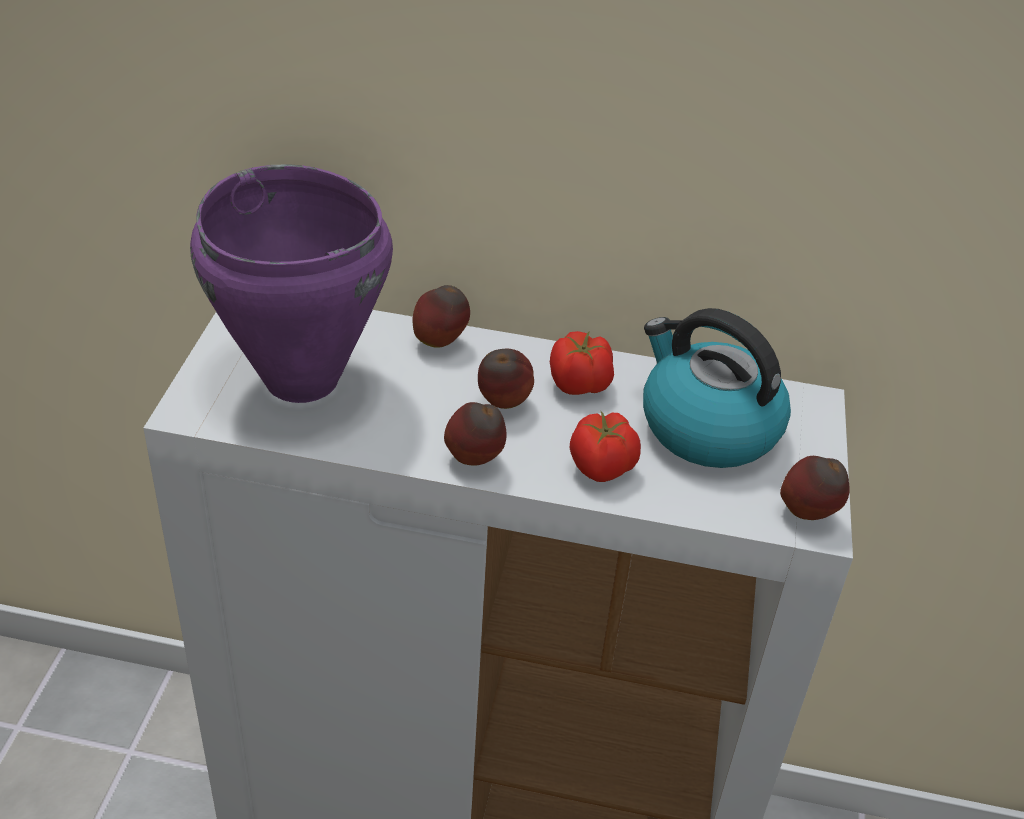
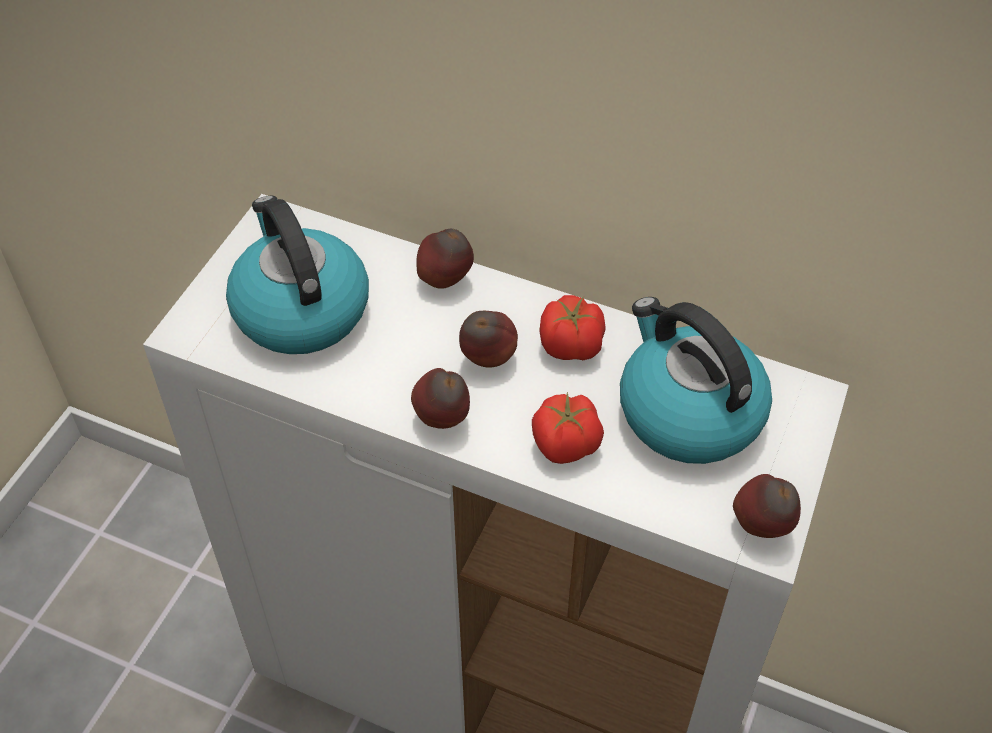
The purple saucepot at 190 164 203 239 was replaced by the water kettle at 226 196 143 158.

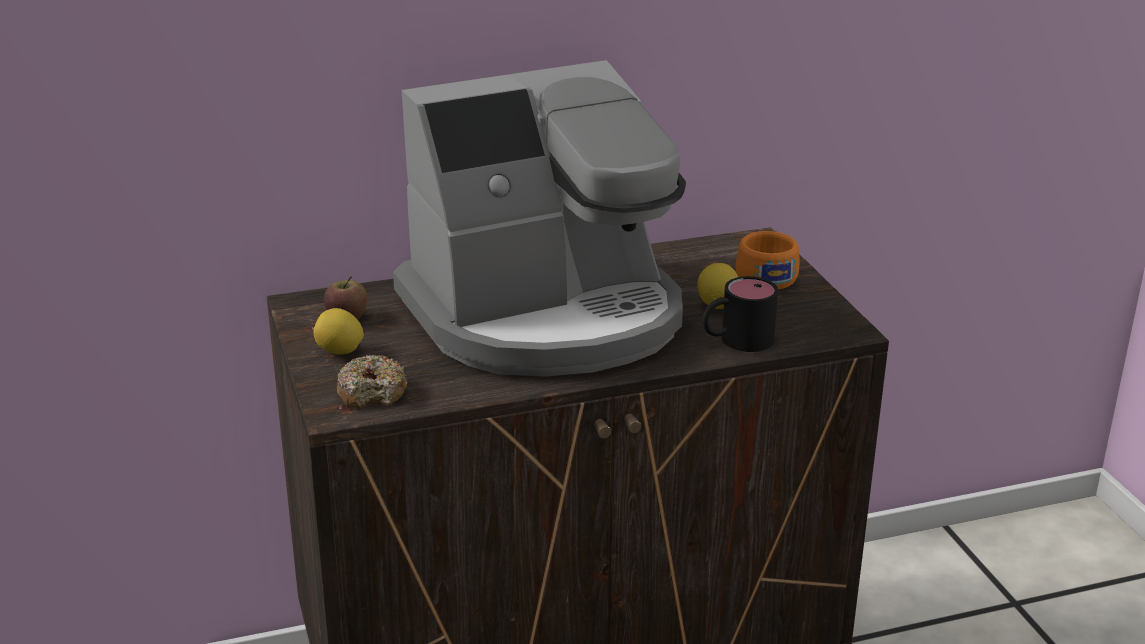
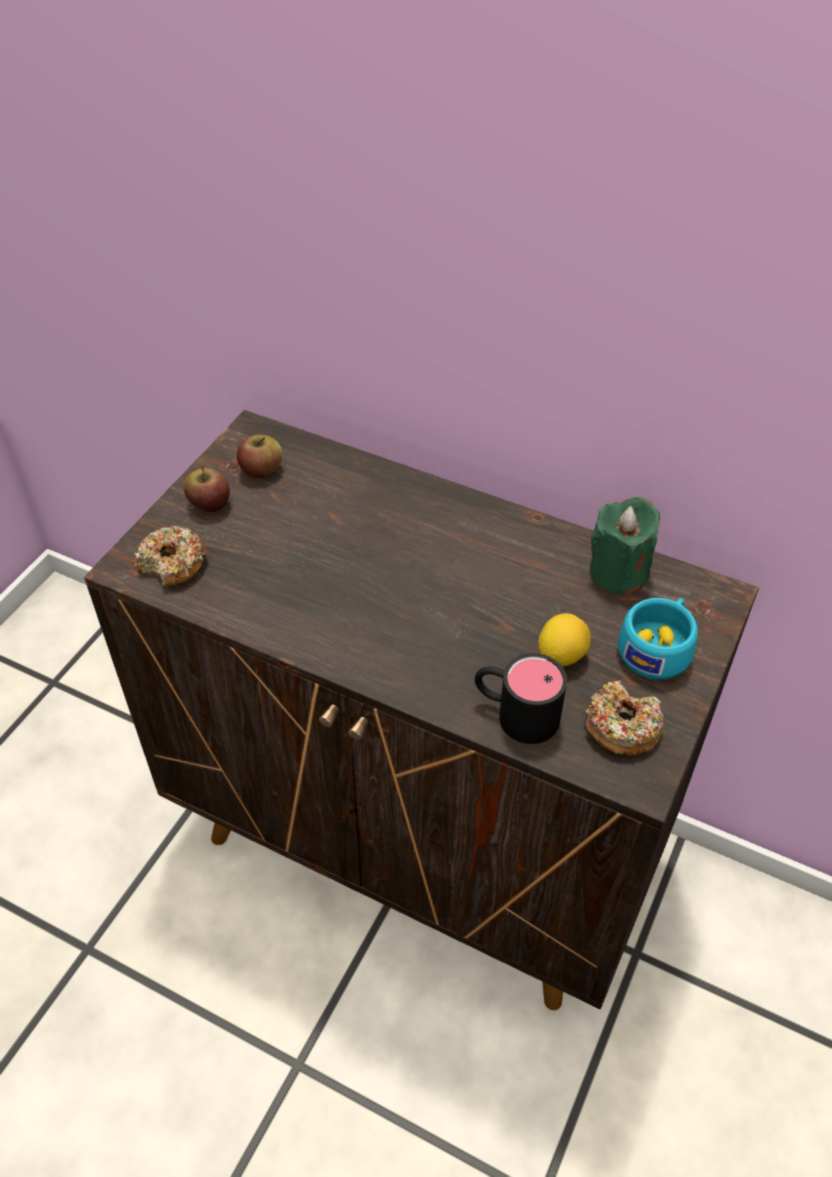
The coffee brewer at 393 60 293 317 disappeared. The orange-coloured drinking cup at 735 231 64 58 became the turquoise drinking cup at 618 598 80 82. The lemon at 314 308 50 47 was replaced by the apple fruit at 184 466 46 46. The green candle at 590 497 70 99 appeared. The doughnut at 586 680 78 75 appeared.

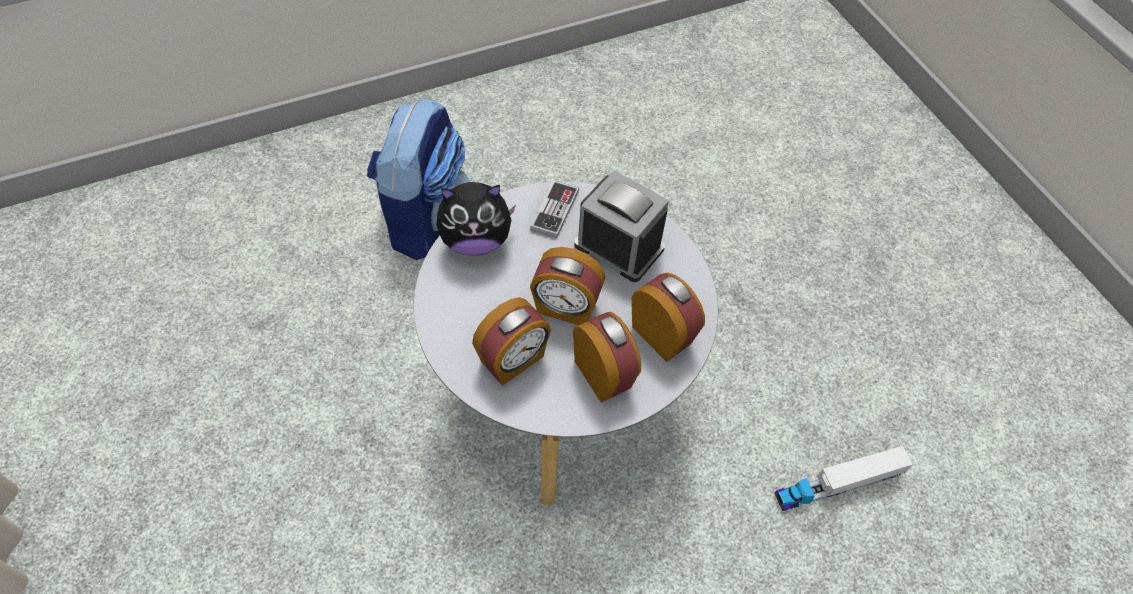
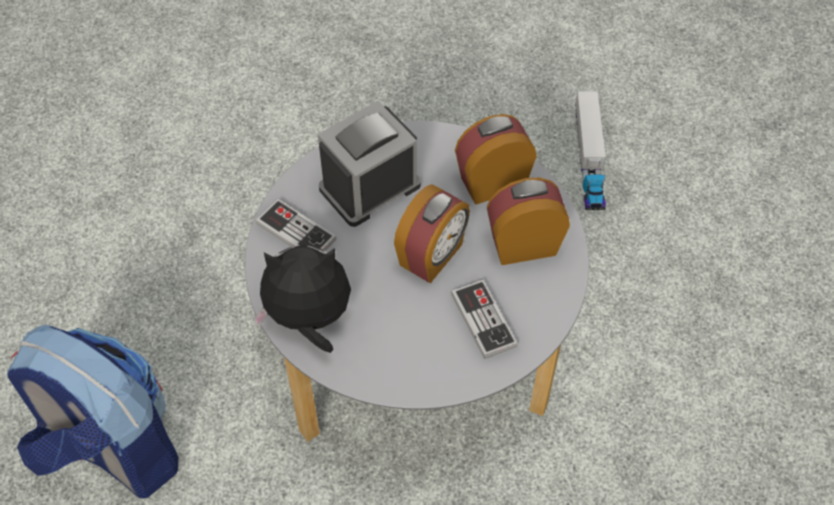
The plush toy at 436 182 80 74 turned 105 degrees counterclockwise. The alarm clock at 472 297 79 89 was replaced by the joypad at 451 279 67 80.

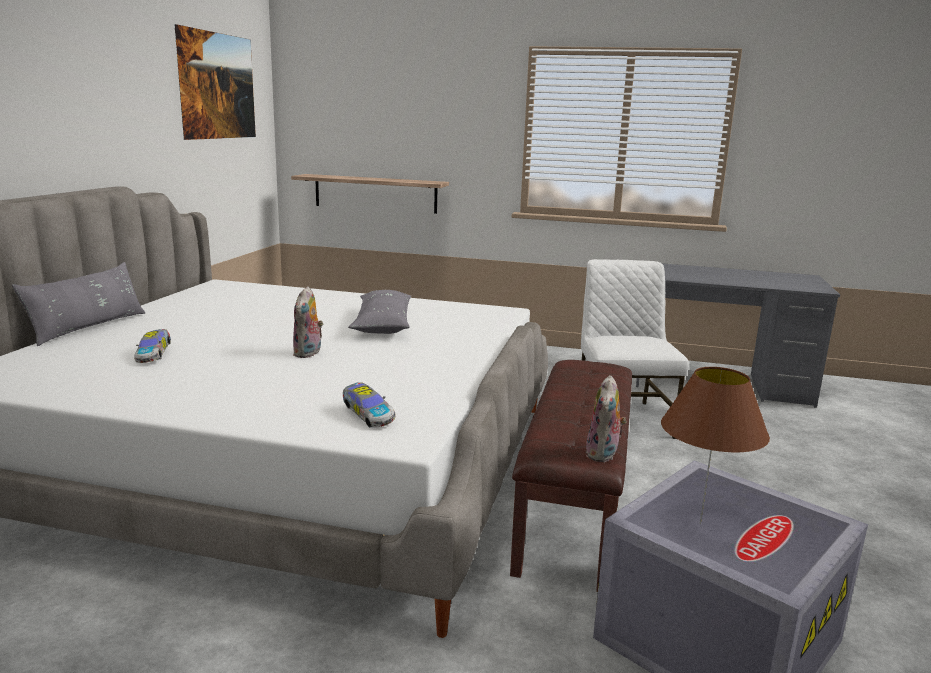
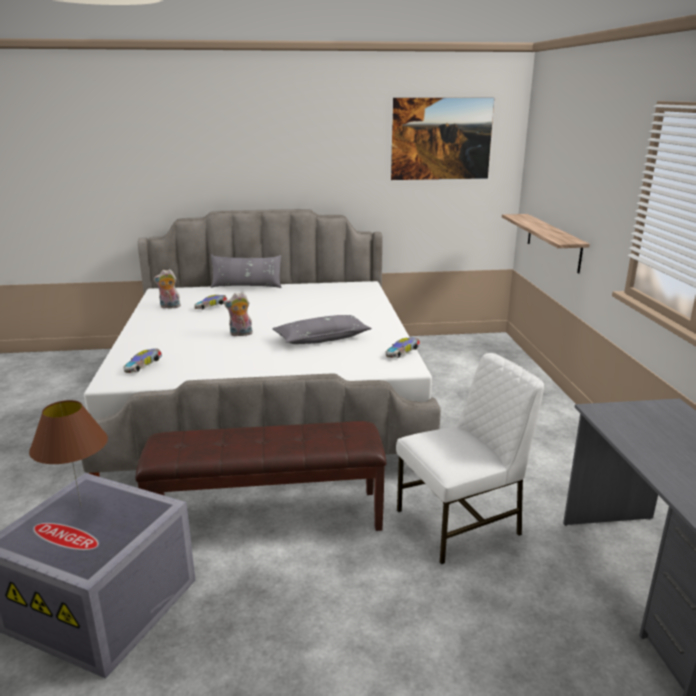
The plush toy moved from 586 375 41 87 to 154 269 27 39. The toy car at 385 337 35 21 appeared.

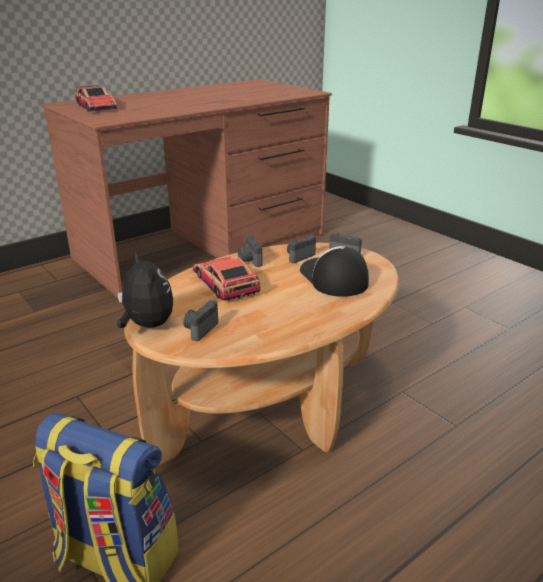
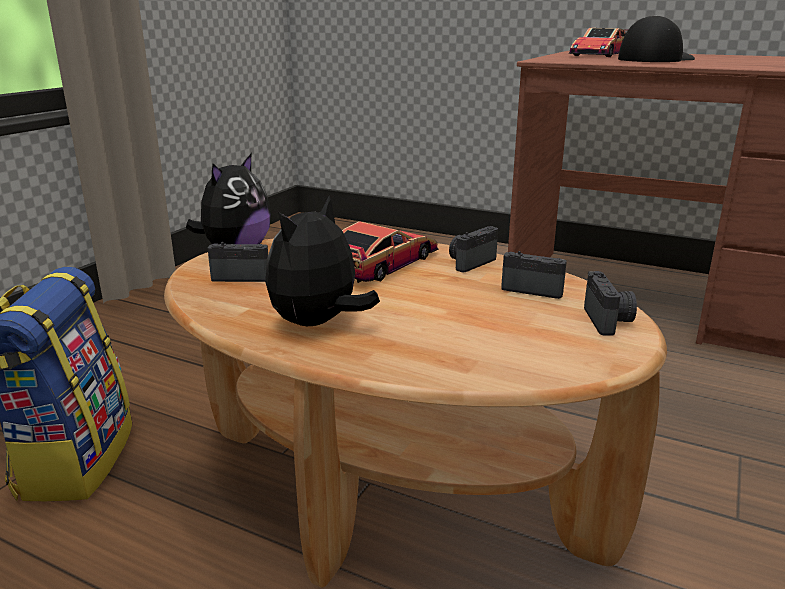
The cap moved from 300 246 69 51 to 618 15 77 47. The plush toy at 265 195 115 131 appeared.

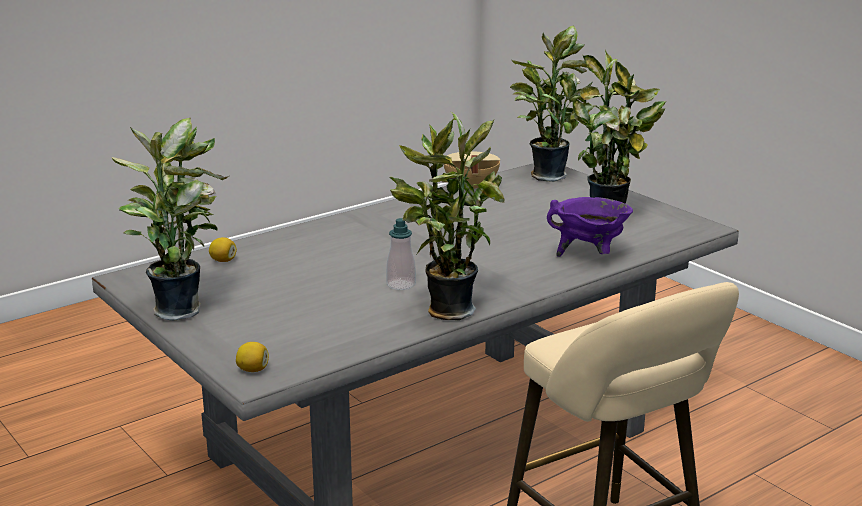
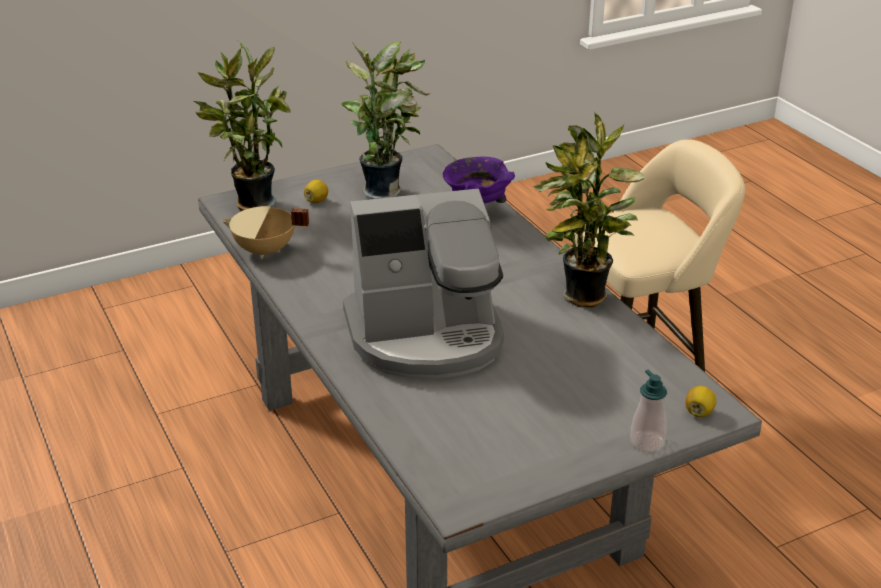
The plant in a pot at 111 118 118 203 disappeared. The soap dispenser moved from 386 218 30 72 to 630 370 37 82. The lemon moved from 209 237 28 25 to 304 180 24 23. The coffee brewer at 343 189 161 190 appeared.

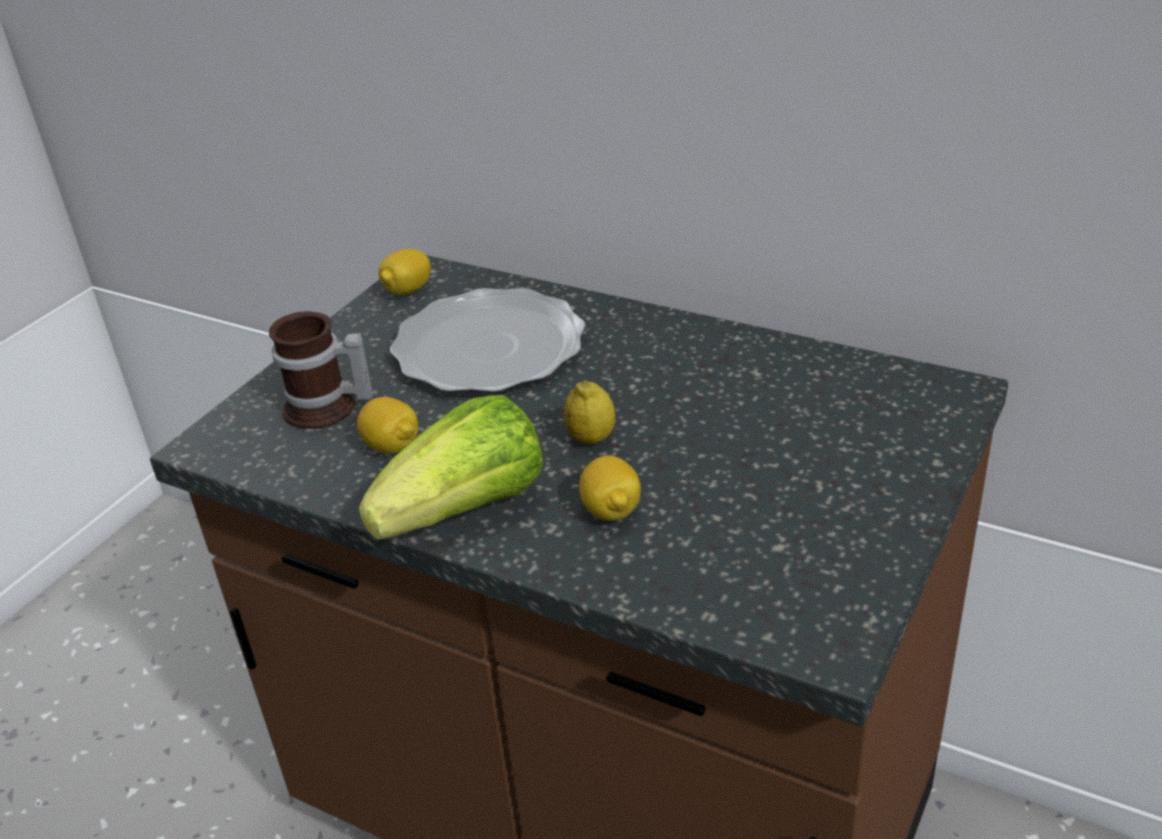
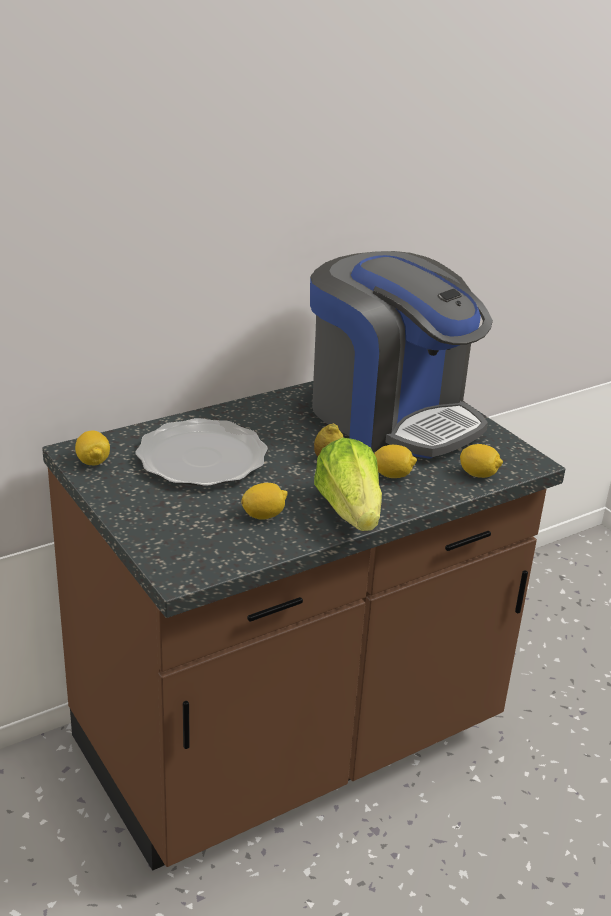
The mug at 269 311 104 118 disappeared. The coffee brewer at 310 251 183 208 appeared. The lemon at 460 444 43 34 appeared.

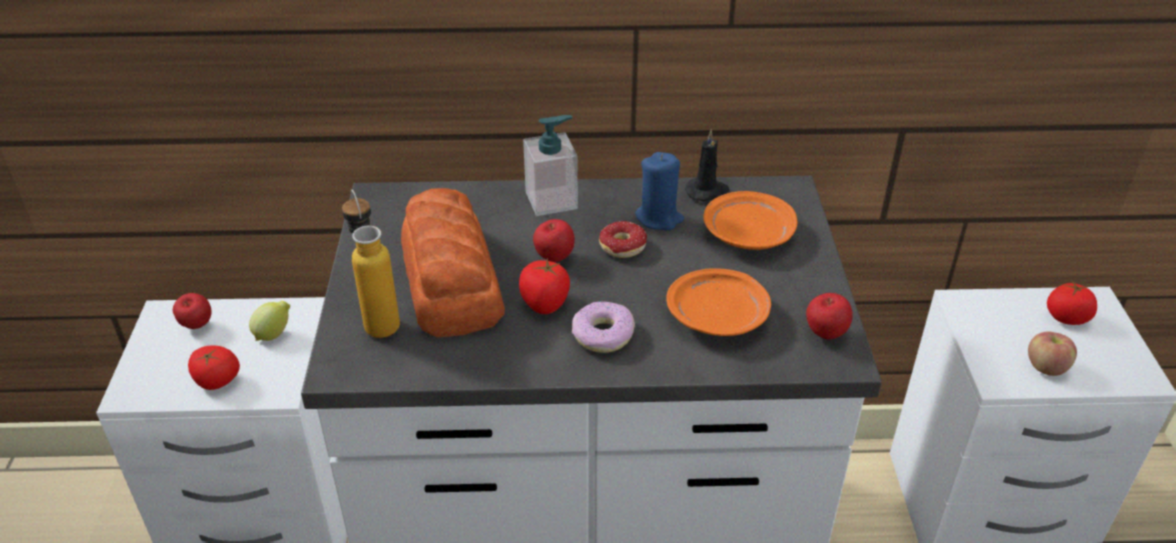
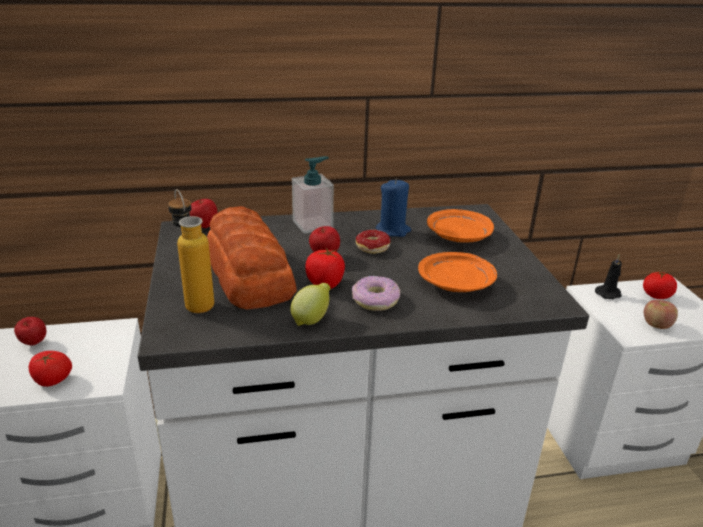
The blackish candle moved from 685 129 44 72 to 595 255 27 44. The apple fruit moved from 806 293 47 46 to 190 199 28 29. The lemon moved from 249 301 41 40 to 290 283 40 43.

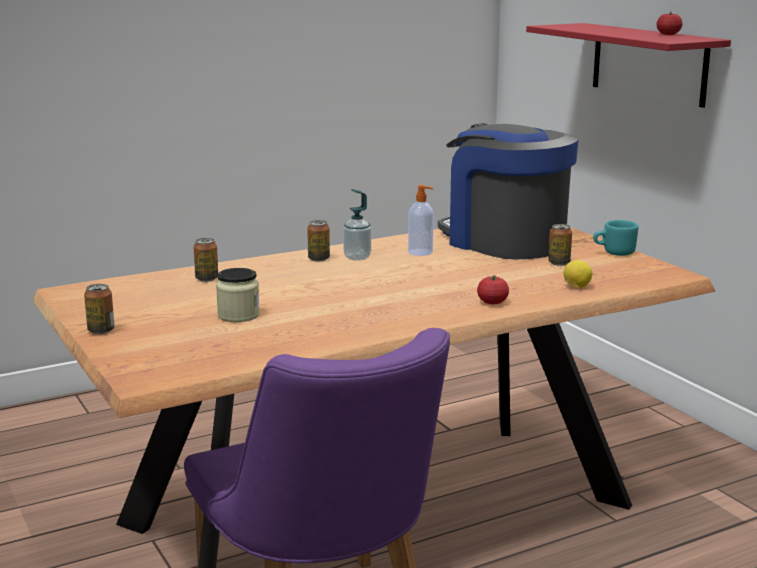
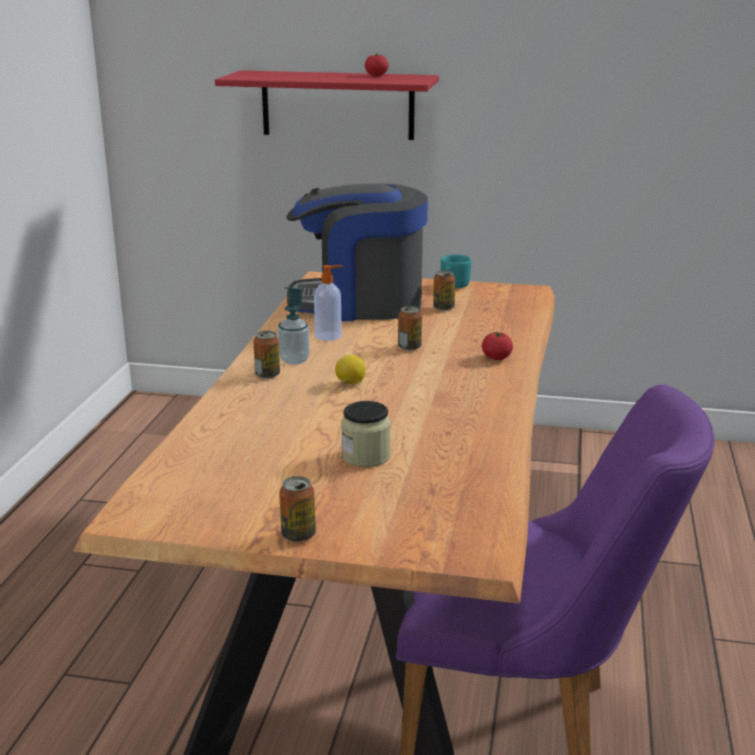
The can moved from 193 238 25 44 to 398 306 24 45. The lemon moved from 564 260 28 28 to 335 355 31 29.

